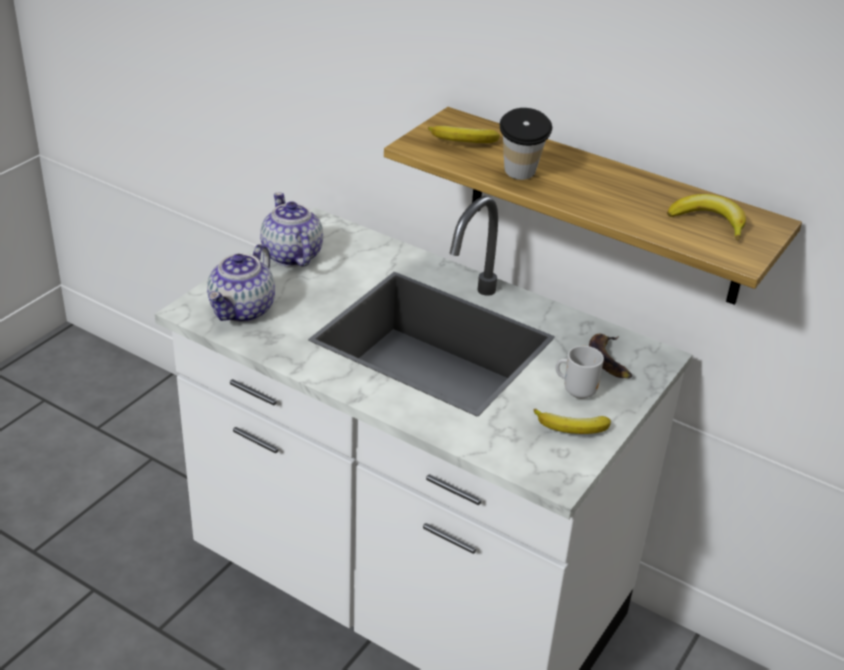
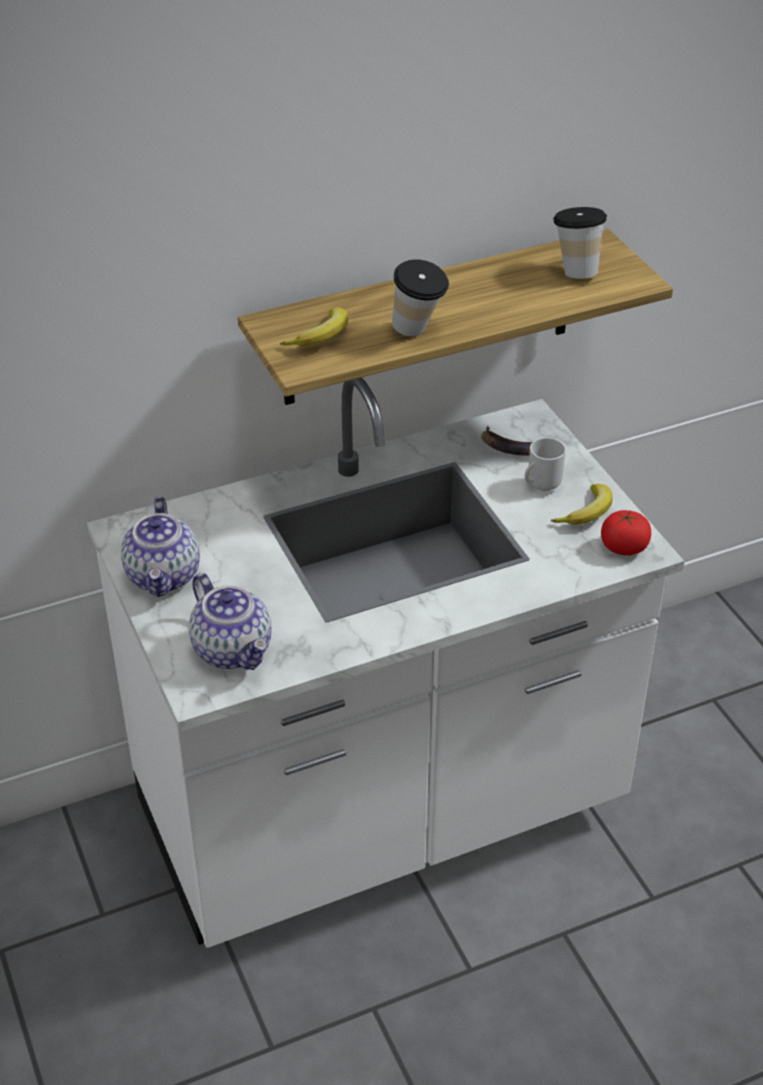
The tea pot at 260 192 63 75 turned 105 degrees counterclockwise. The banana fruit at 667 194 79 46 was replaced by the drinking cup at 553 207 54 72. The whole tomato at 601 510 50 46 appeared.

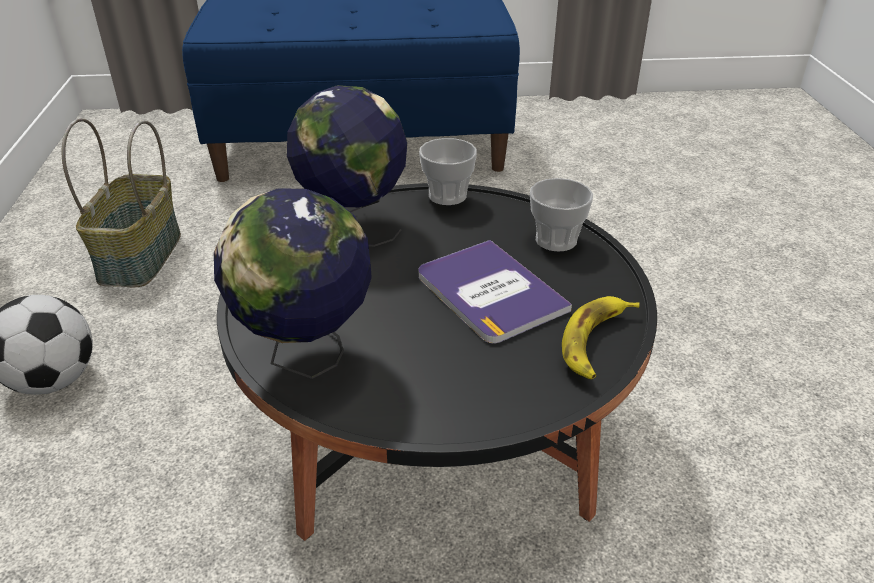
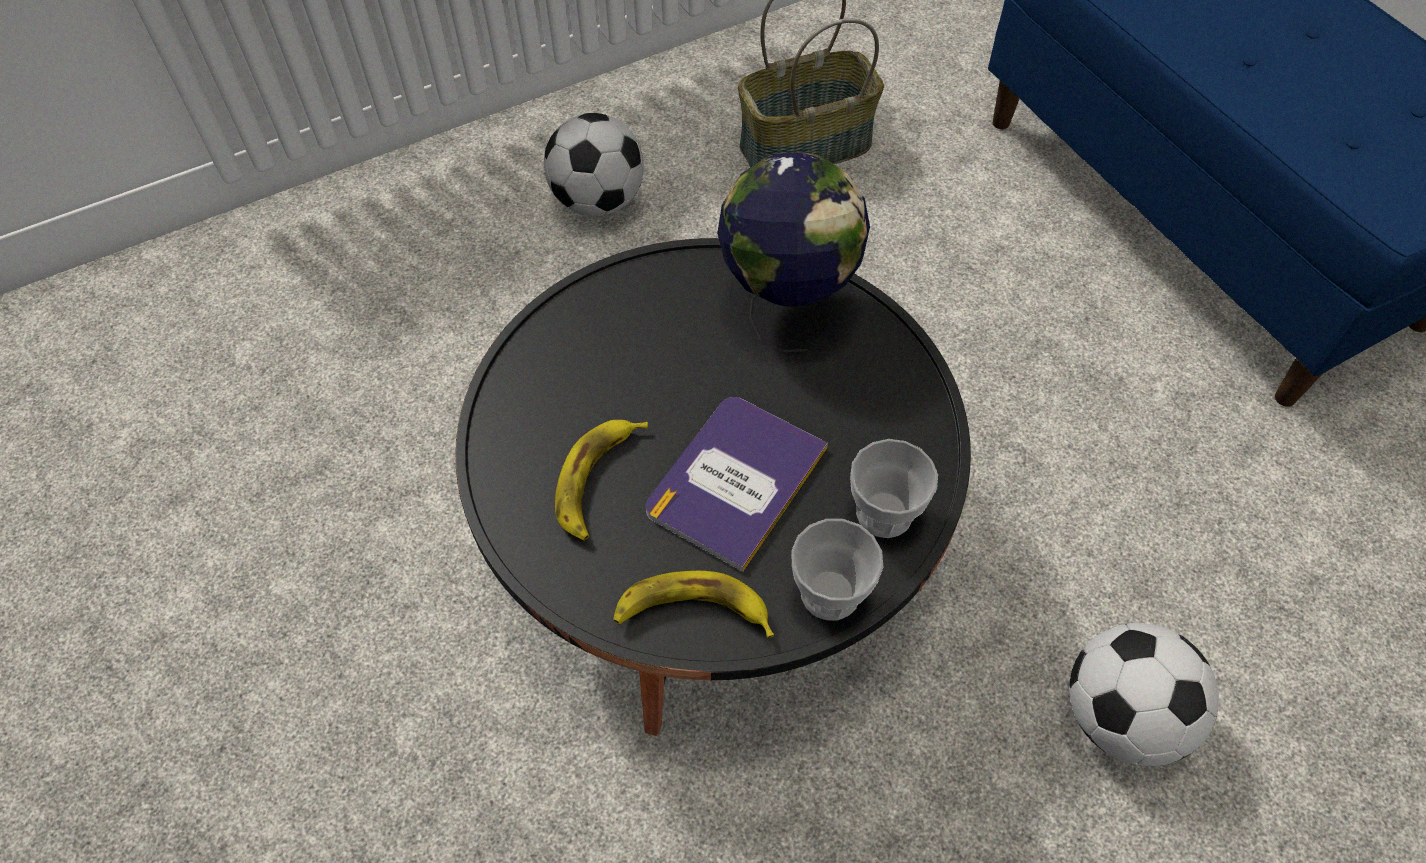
The drinking cup moved from 419 138 58 67 to 791 519 92 102. The globe at 214 188 158 191 disappeared. The banana fruit at 555 420 93 121 appeared. The football ball at 1069 623 150 143 appeared.

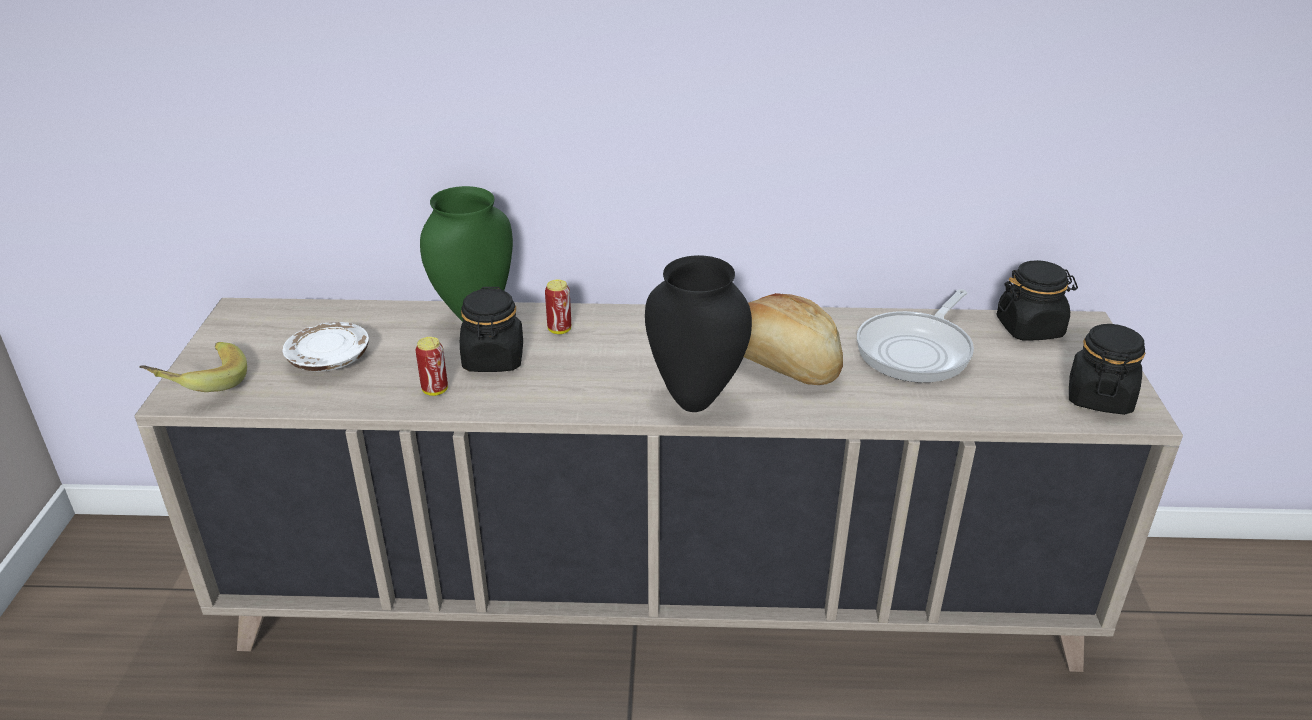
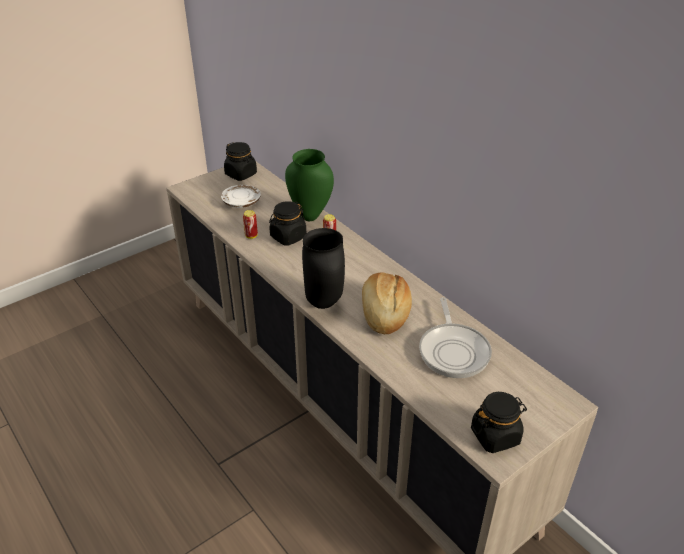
The blackish storage jar moved from 996 260 82 80 to 224 142 33 39. The skillet at 857 289 117 94 turned 90 degrees counterclockwise. The banana fruit at 140 342 107 50 disappeared.

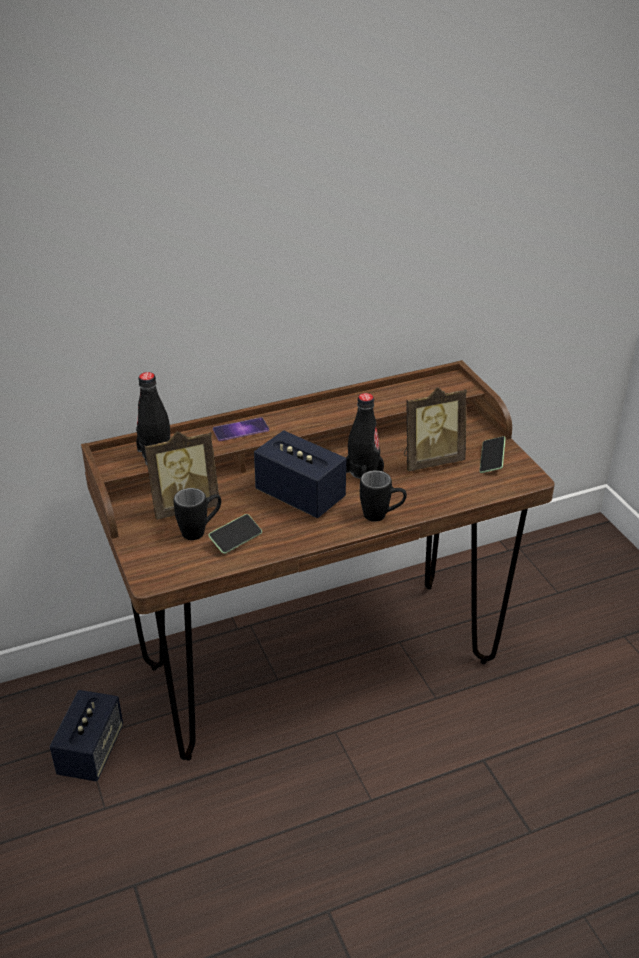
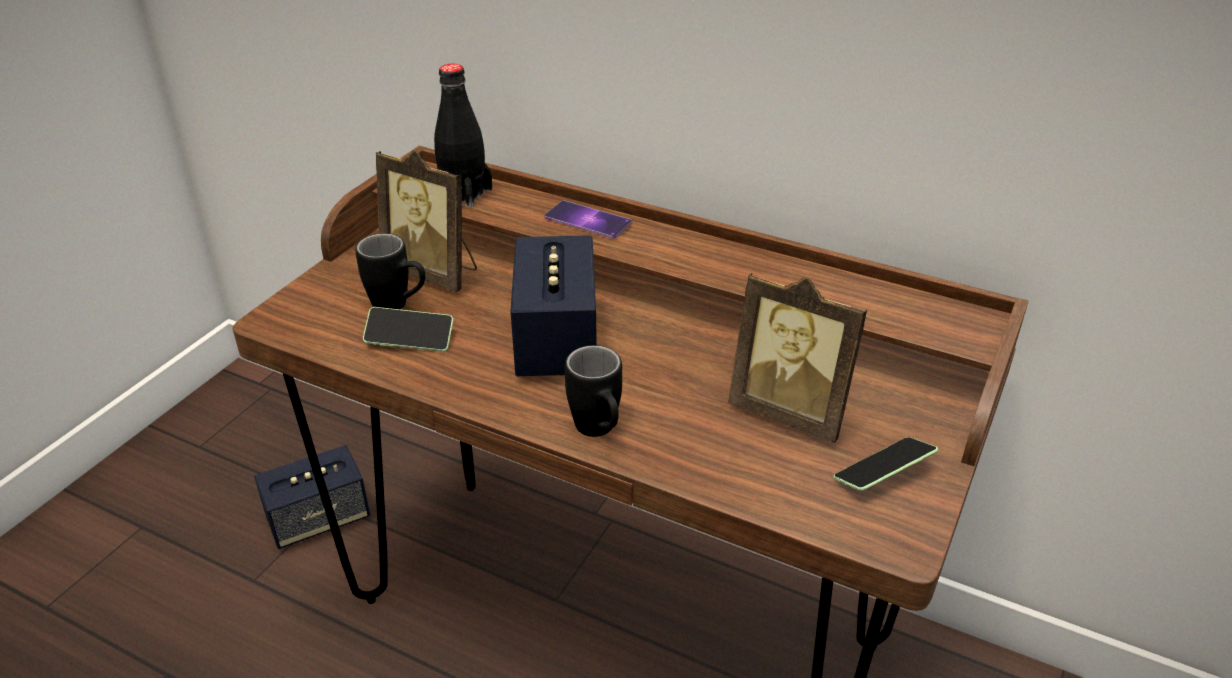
The blackish beverage bottle at 346 393 38 86 disappeared.

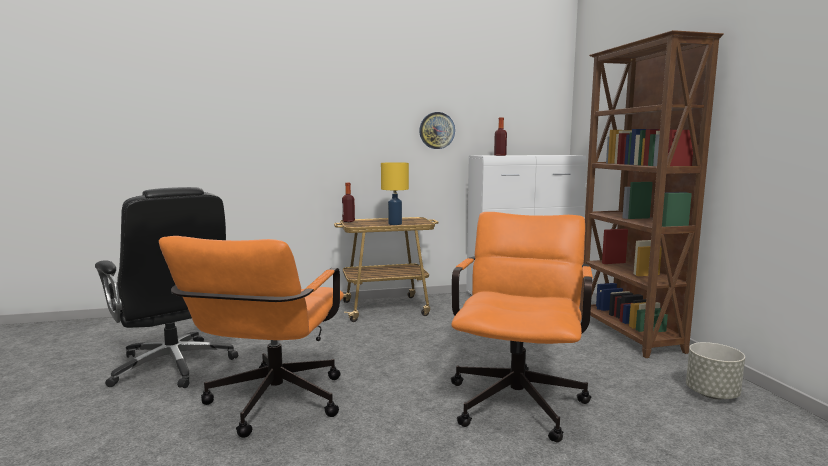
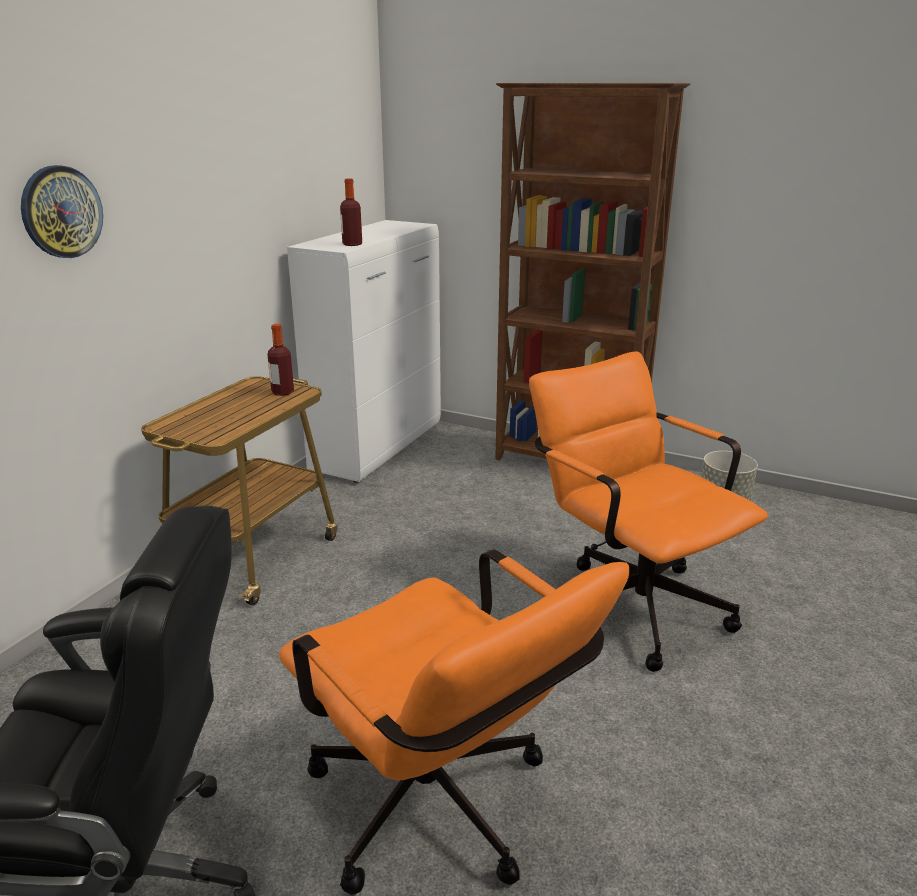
The wall clock moved from 419 112 36 37 to 21 165 82 93. The yellowish table lamp at 381 162 28 63 disappeared. The beverage bottle moved from 342 183 13 39 to 267 324 27 72.

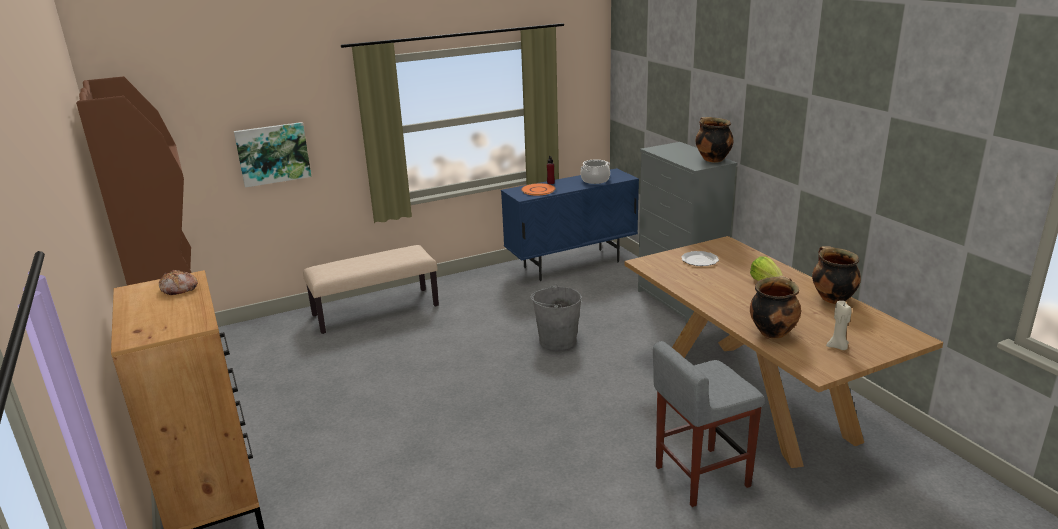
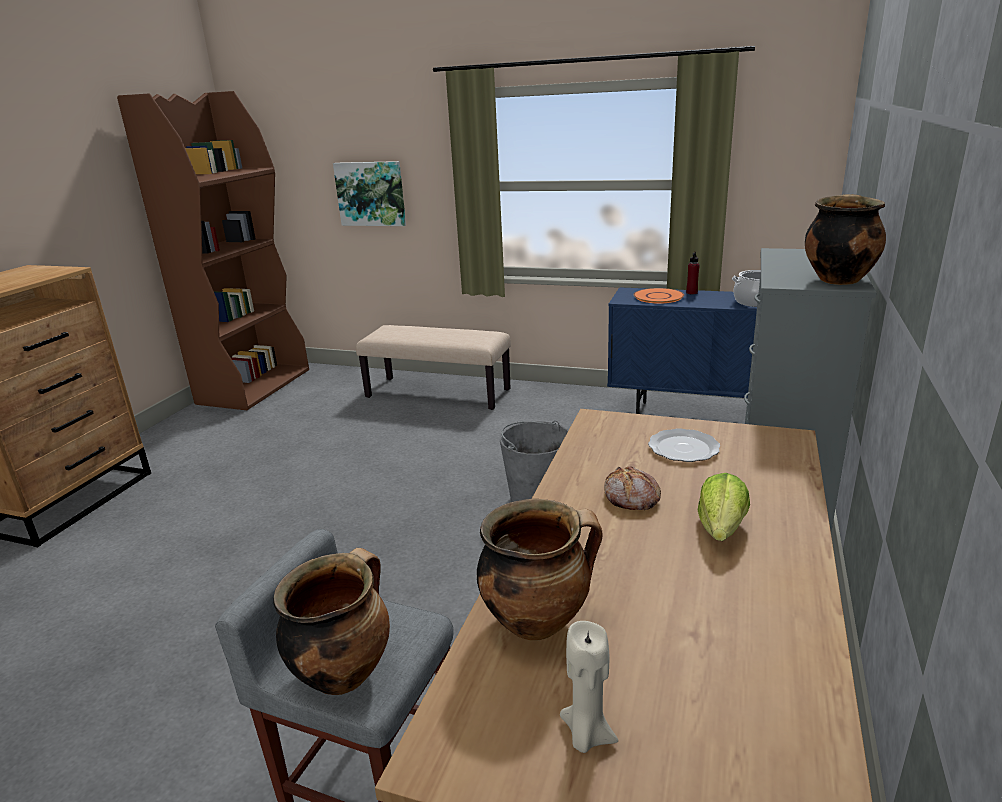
The saucepot moved from 812 246 49 58 to 273 548 117 147. The bakery bread moved from 159 270 39 25 to 604 466 57 44.

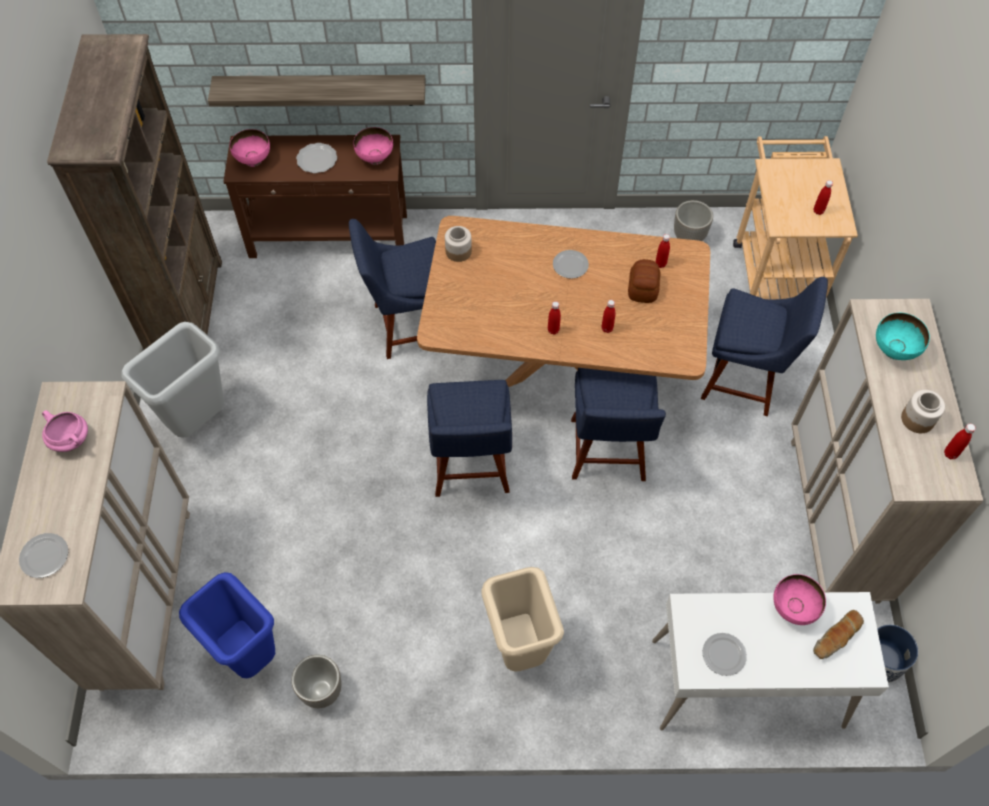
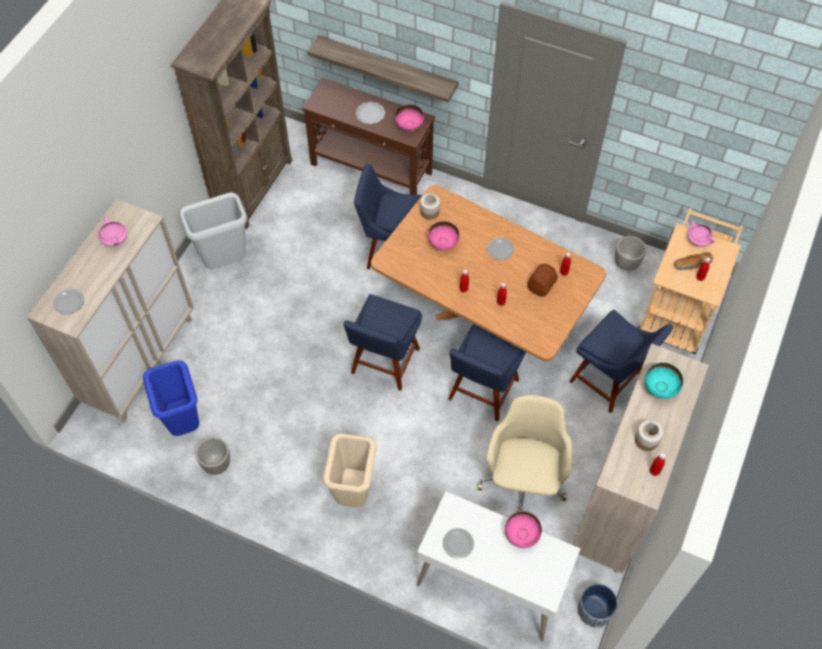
The pink-coloured serving bowl moved from 230 129 40 38 to 428 221 31 29. The bakery bread moved from 813 610 51 49 to 674 252 39 18. The pink-coloured saucepot at 688 221 27 26 appeared. The beige-coloured office chair at 477 395 96 117 appeared.

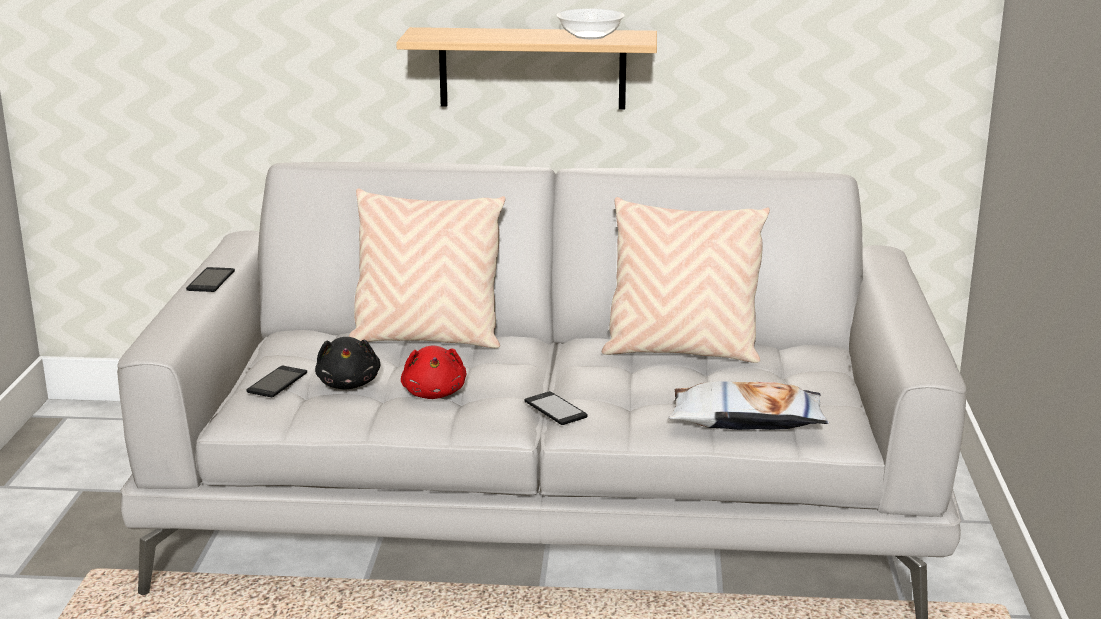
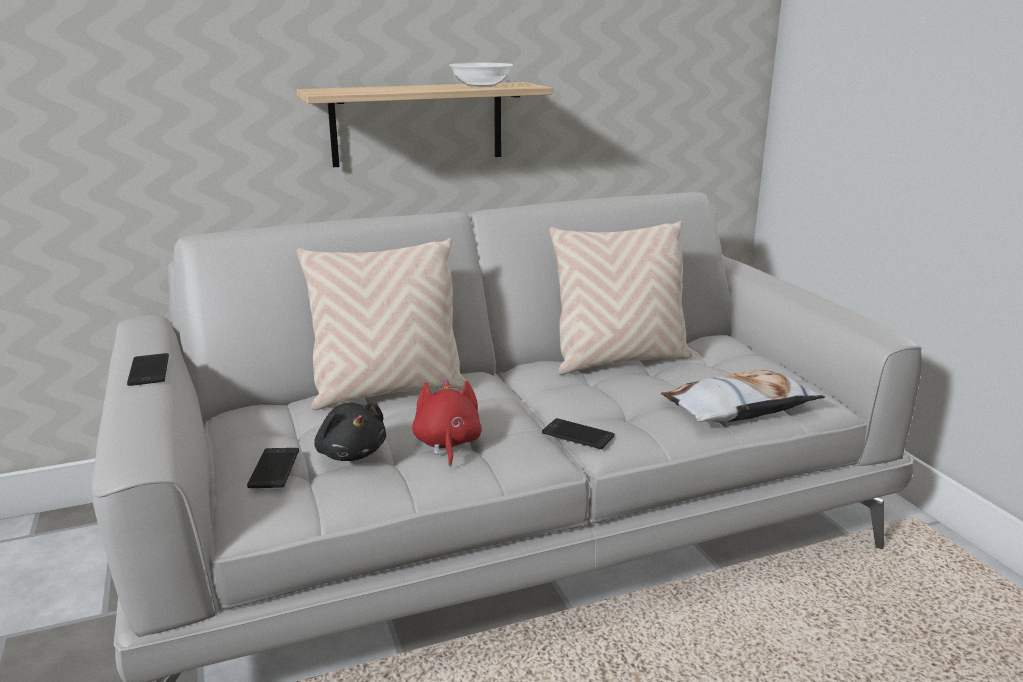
The red-coloured plush toy at 401 346 65 53 turned 150 degrees counterclockwise.

